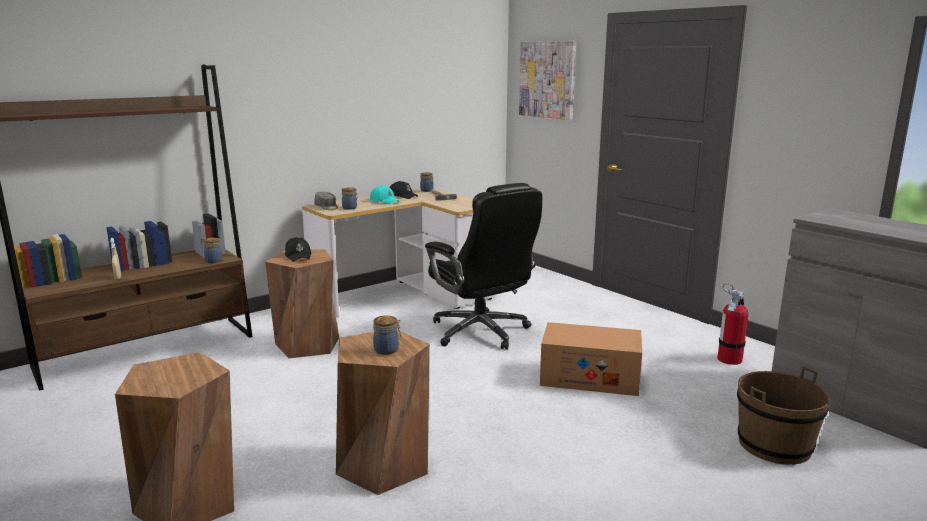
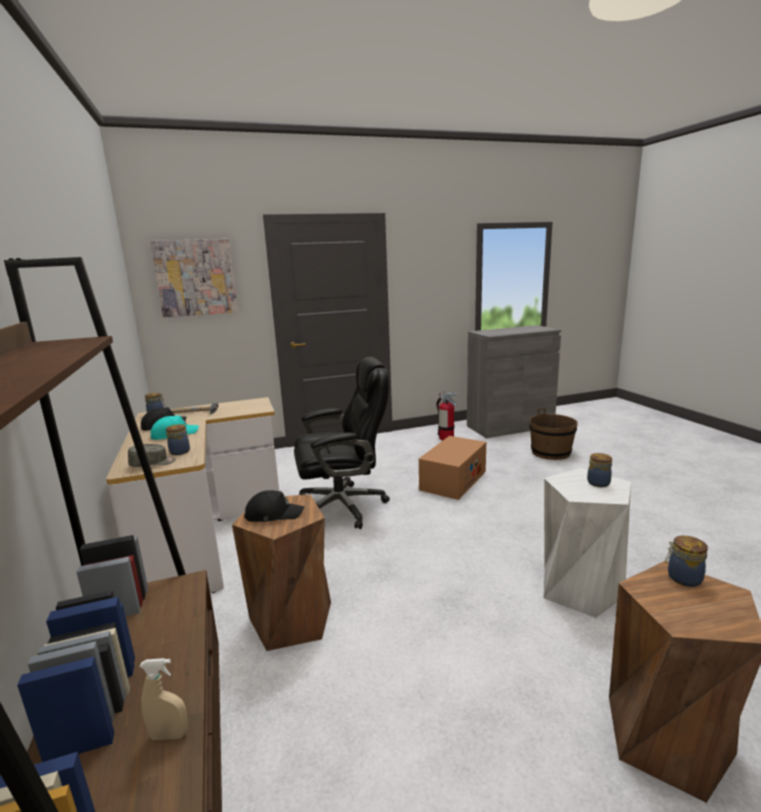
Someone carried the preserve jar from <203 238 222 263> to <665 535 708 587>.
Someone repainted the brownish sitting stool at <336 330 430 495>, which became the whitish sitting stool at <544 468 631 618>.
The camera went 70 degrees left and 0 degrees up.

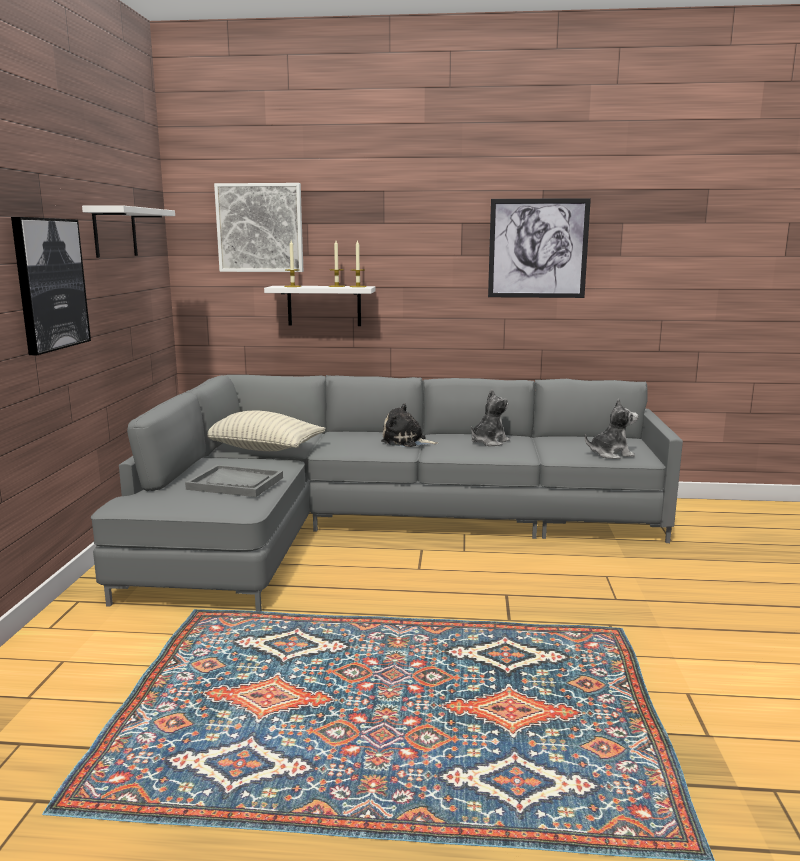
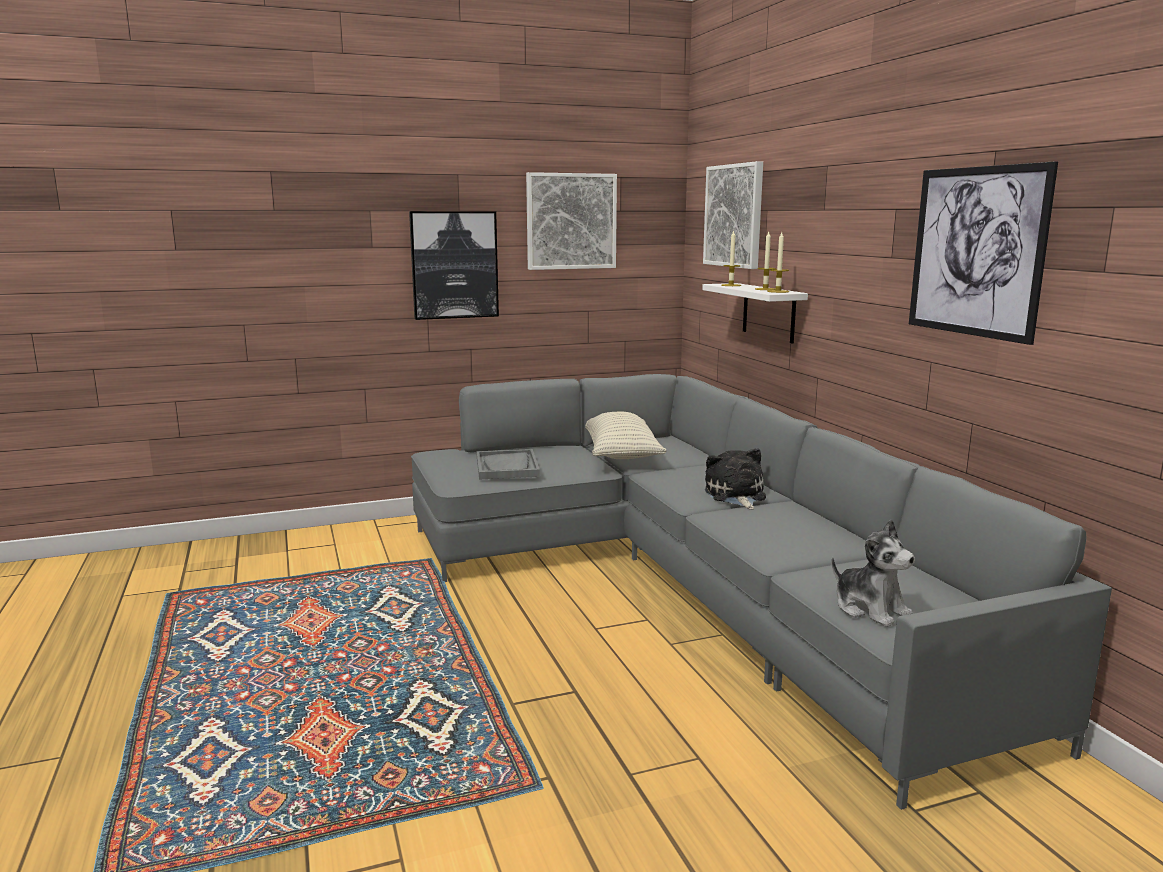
Someone swapped the whitish wall shelf at <82 205 175 258> for the wall picture at <526 172 617 270>.
Someone took away the plush toy at <471 389 510 446>.
The camera went 65 degrees right and 0 degrees up.

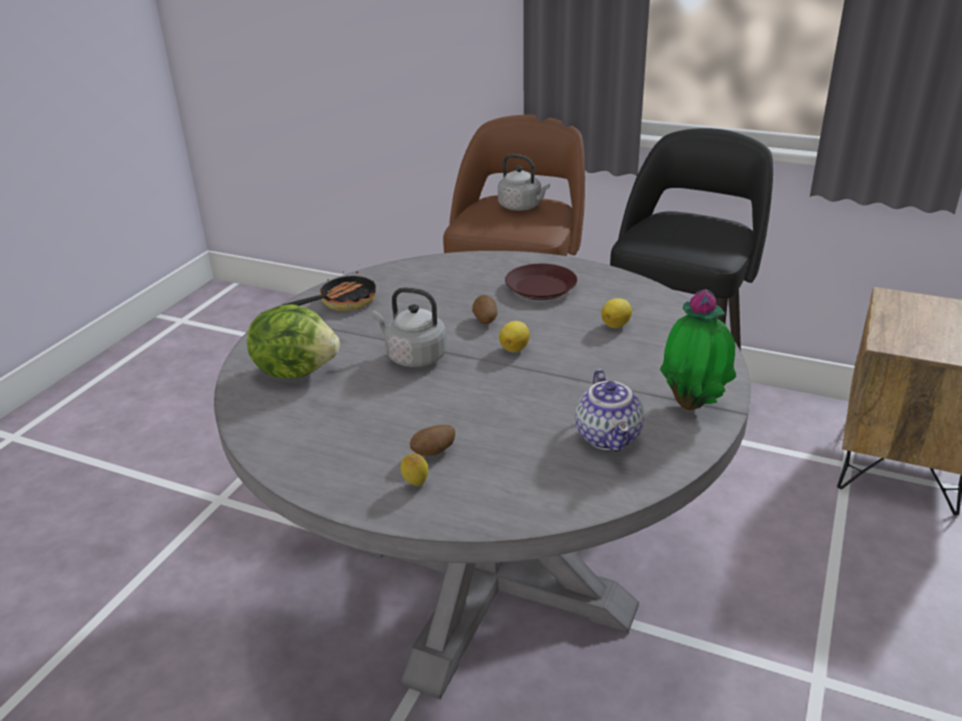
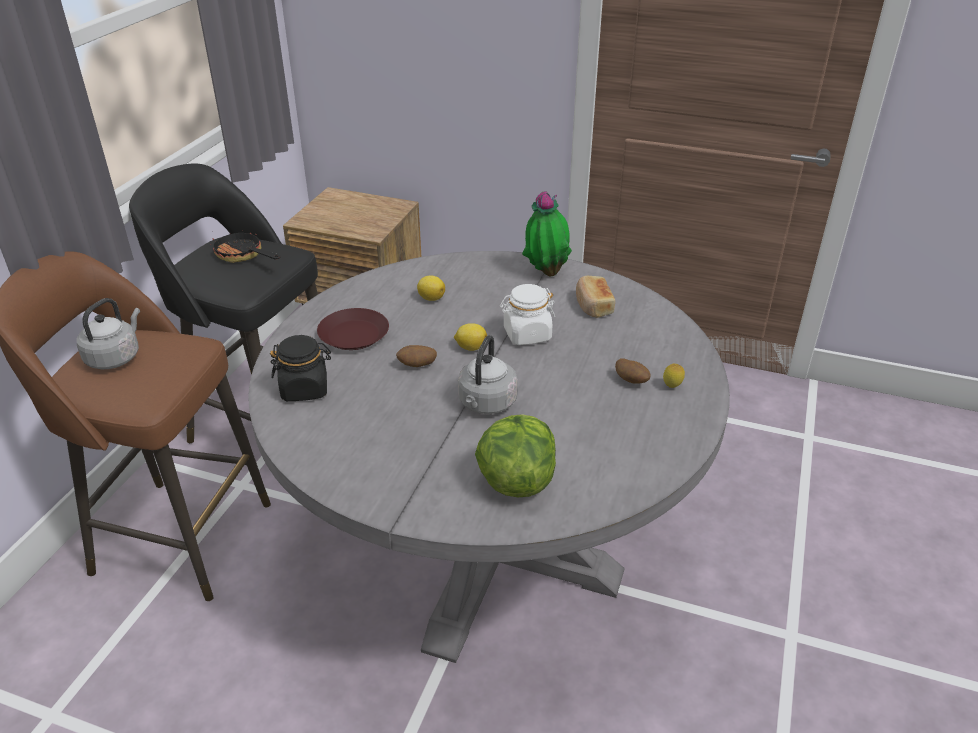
Someone carried the pan from <281 271 376 311> to <210 228 280 263>.
Someone swapped the tea pot at <575 369 644 452> for the baked bread at <576 276 615 318>.
Someone put down the black preserve jar at <270 335 331 401>.
Someone put down the whitish preserve jar at <500 284 555 345>.
The camera went 95 degrees left and 5 degrees up.

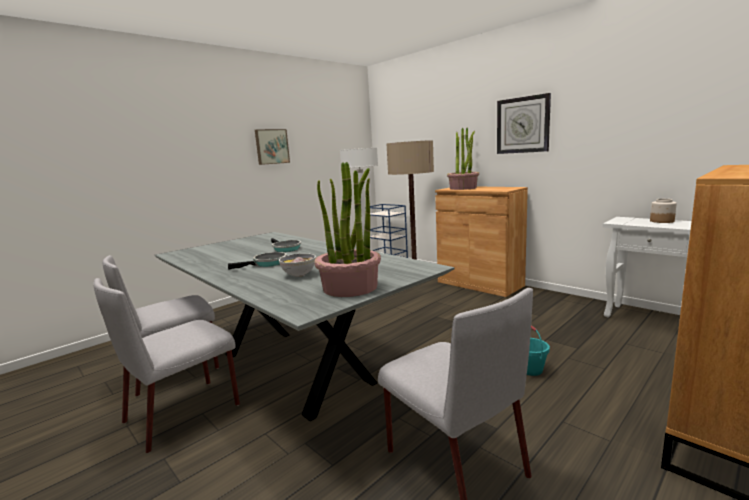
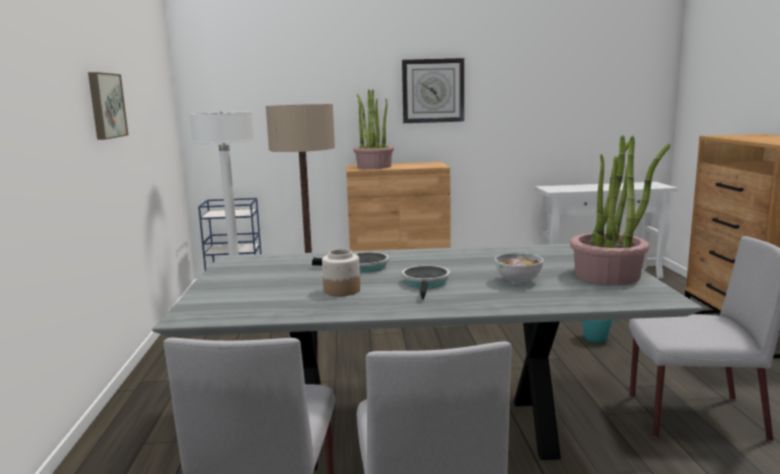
Someone carried the preserve jar from <650 199 677 223> to <322 249 360 296>.
The camera went 50 degrees left and 0 degrees up.

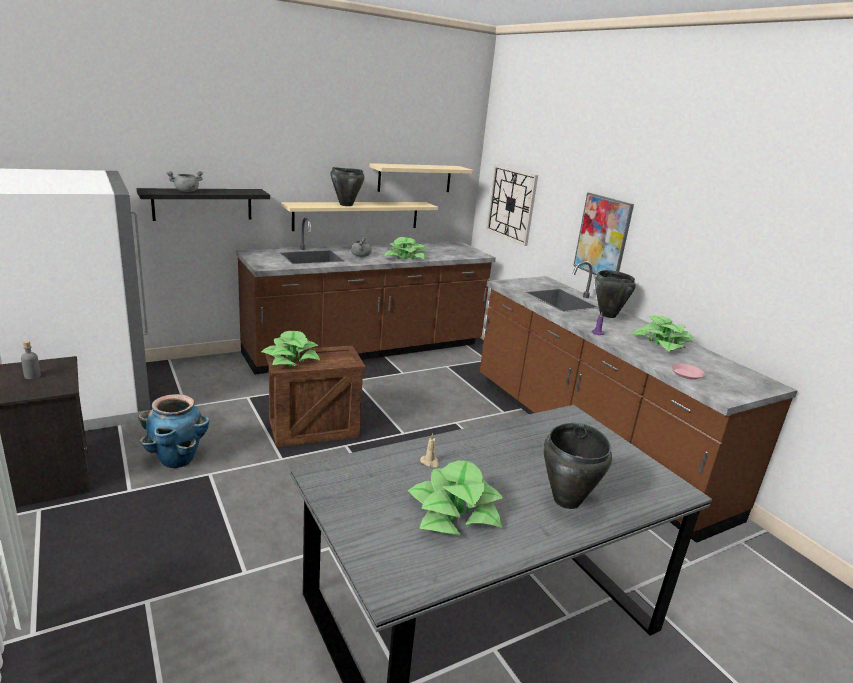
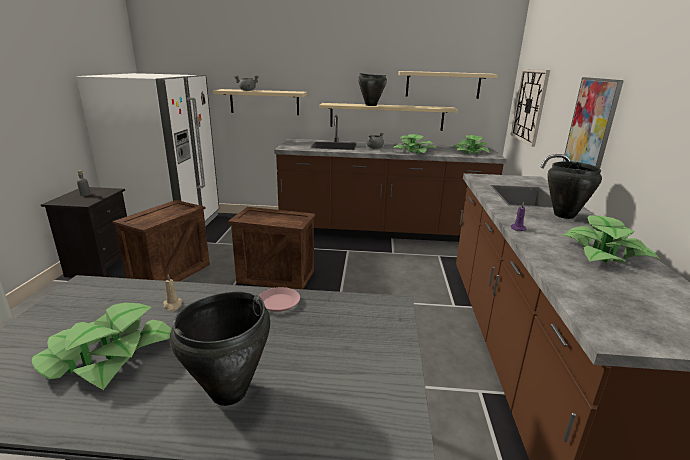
Someone repainted the black wall shelf at <137 188 270 221>, which became the sand-coloured wall shelf at <213 89 307 115>.
Someone swapped the planter at <138 394 209 468> for the crate at <112 200 210 282>.
Someone carried the plant in a pot from <261 331 320 367> to <451 135 490 155>.
Someone carried the pinkish plate from <671 363 705 380> to <259 287 300 312>.
The camera went 35 degrees right and 0 degrees up.

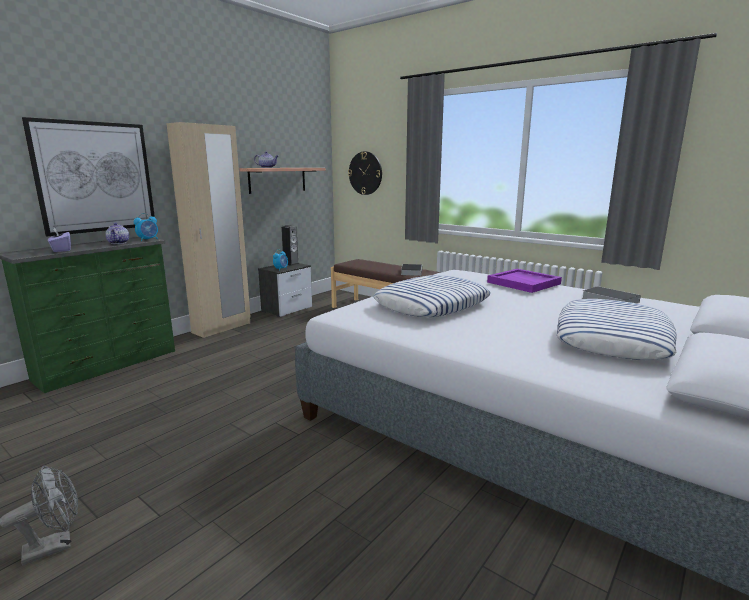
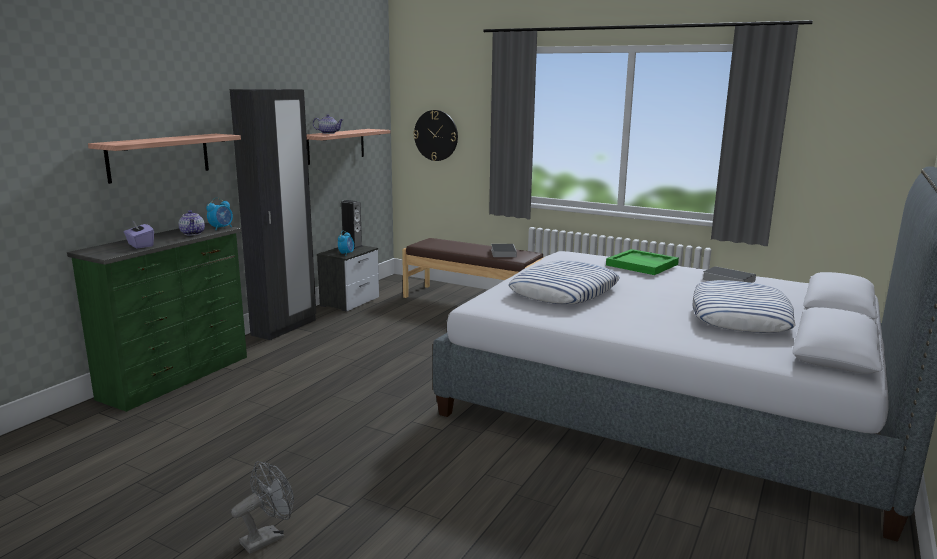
Someone swapped the wall picture at <22 117 155 236> for the wall shelf at <88 134 241 184>.
Someone repainted the sand-coloured armoire at <166 122 251 338>, which became the black armoire at <230 89 316 341>.
Someone repainted the purple-coloured serving tray at <487 269 562 293>, which became the green-coloured serving tray at <606 249 679 275>.
The camera went 10 degrees left and 0 degrees up.

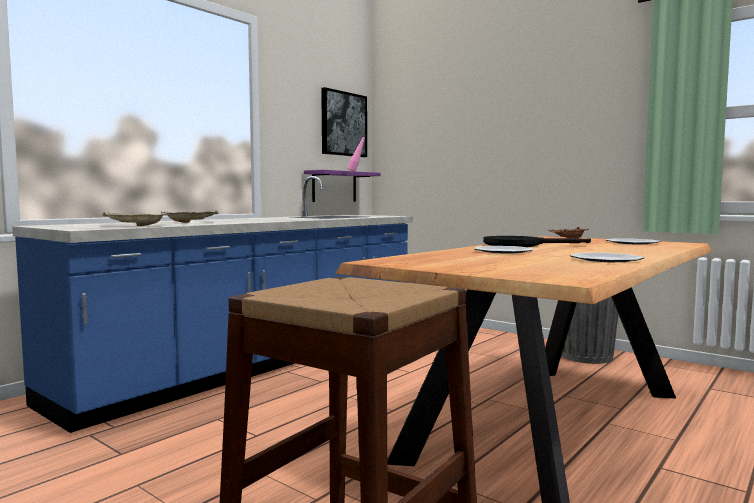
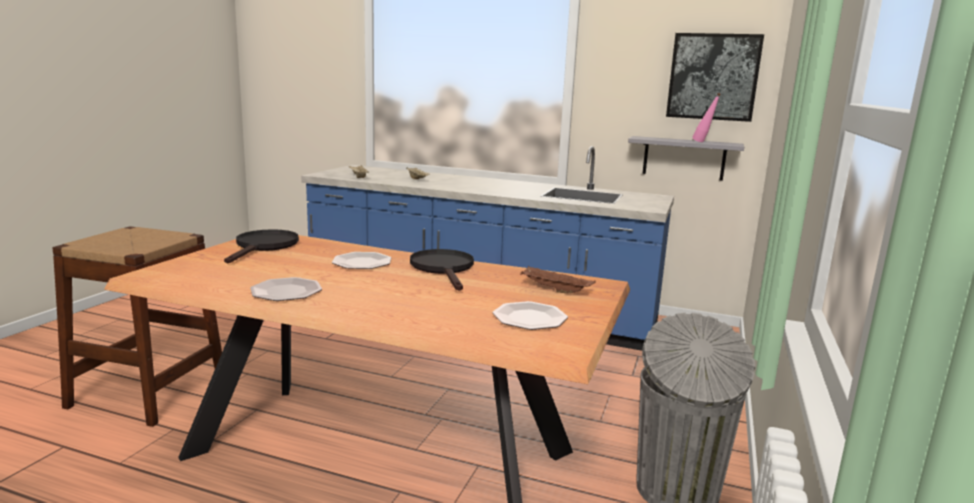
Someone repainted the purple-coloured wall shelf at <304 170 381 202>, which became the grey wall shelf at <628 136 744 181>.
Someone put down the black pan at <224 229 299 263>.
The camera went 70 degrees right and 10 degrees up.

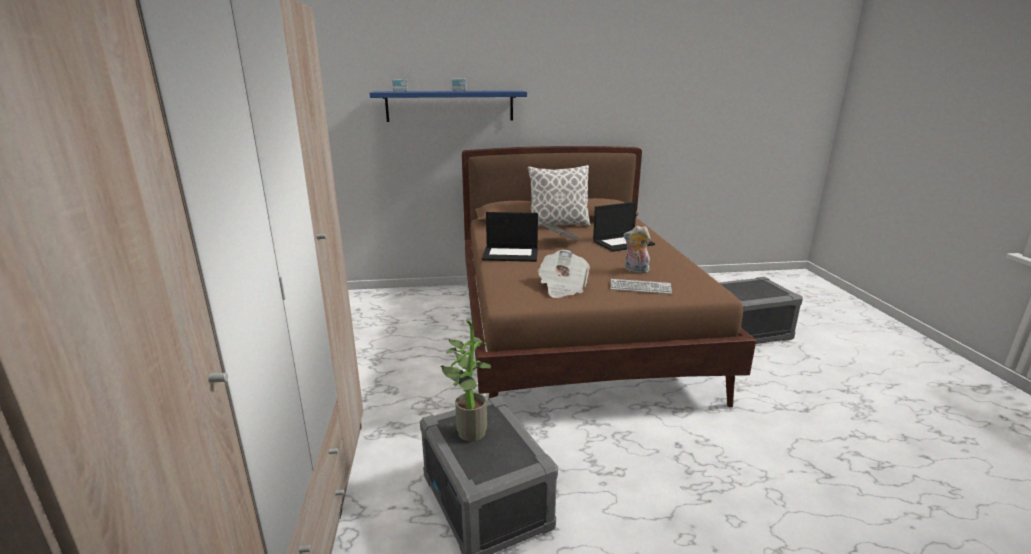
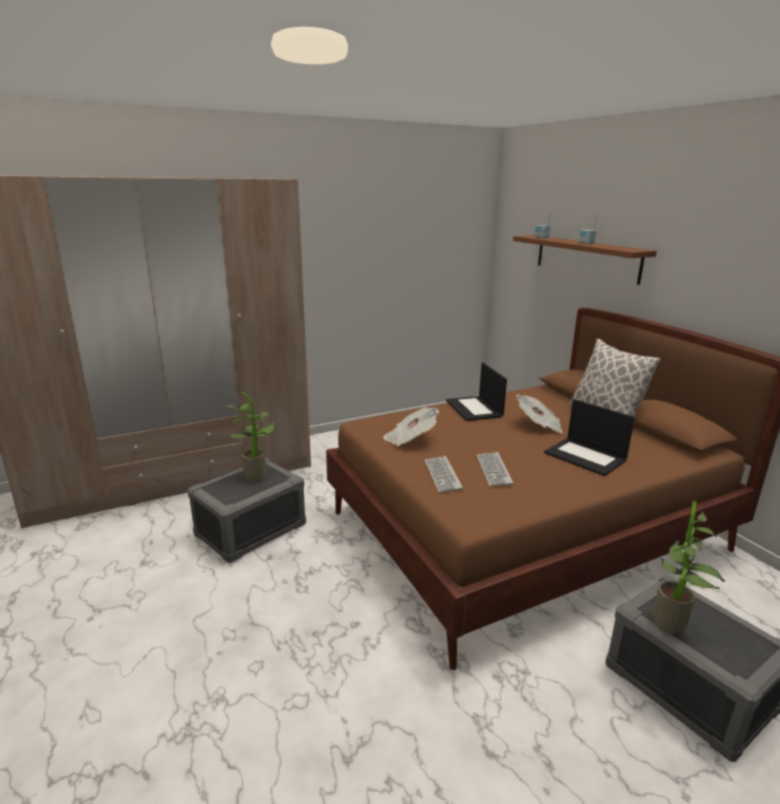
Someone repainted the blue-coloured wall shelf at <370 91 527 122>, which became the brownish wall shelf at <513 235 657 285>.
Someone swapped the plush toy at <623 226 651 273> for the PC keyboard at <477 452 514 487>.
Someone put down the plant in a pot at <652 501 725 634>.
The camera went 70 degrees right and 0 degrees up.

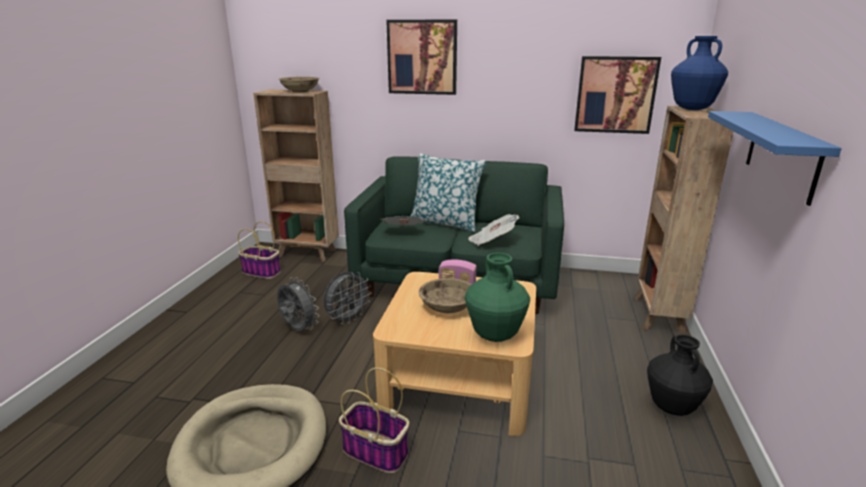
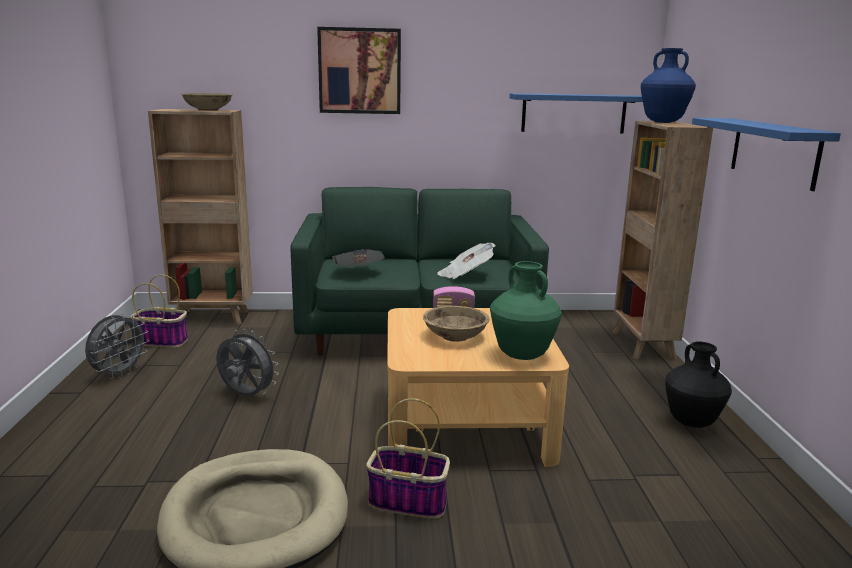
Someone carried the grey electric fan from <324 272 371 324> to <85 314 149 379>.
Someone took away the pillow at <411 153 487 232>.
Someone swapped the wall picture at <574 56 661 134> for the blue-coloured wall shelf at <509 93 643 133>.
The camera went 15 degrees left and 5 degrees down.

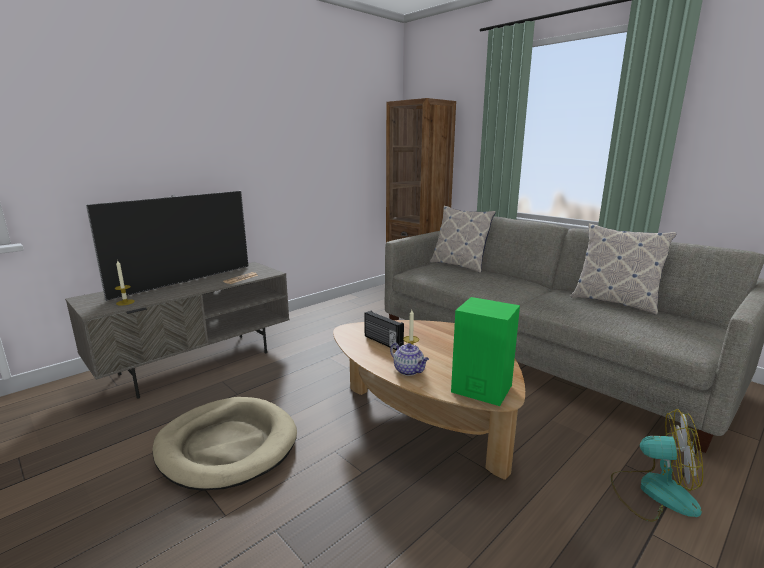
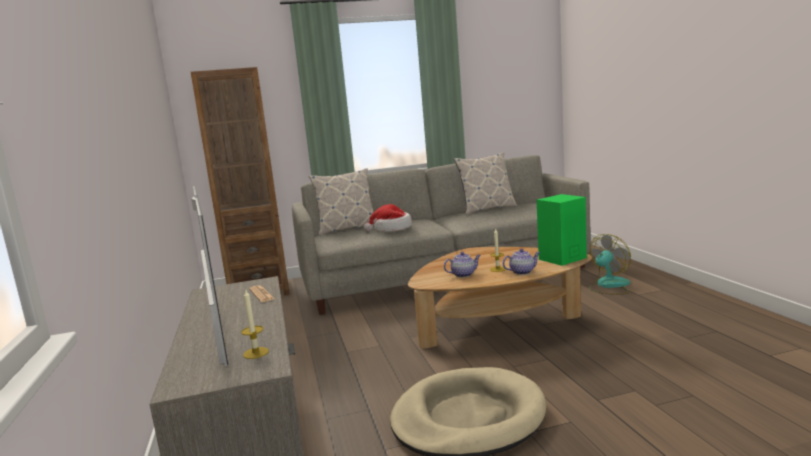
Someone swapped the radio at <364 311 404 351> for the tea pot at <444 252 481 277>.
Someone put down the wearable hat at <364 204 412 232>.
The camera went 60 degrees left and 5 degrees down.

